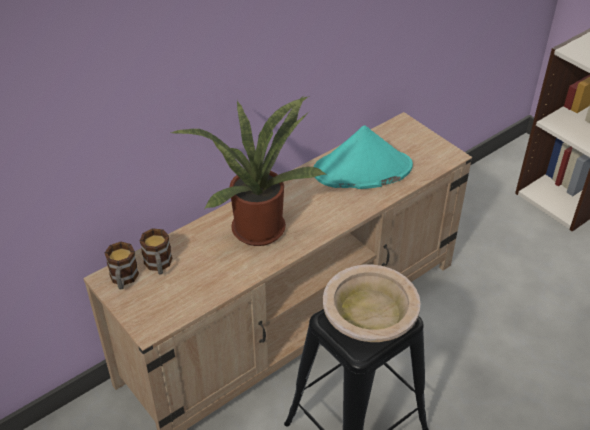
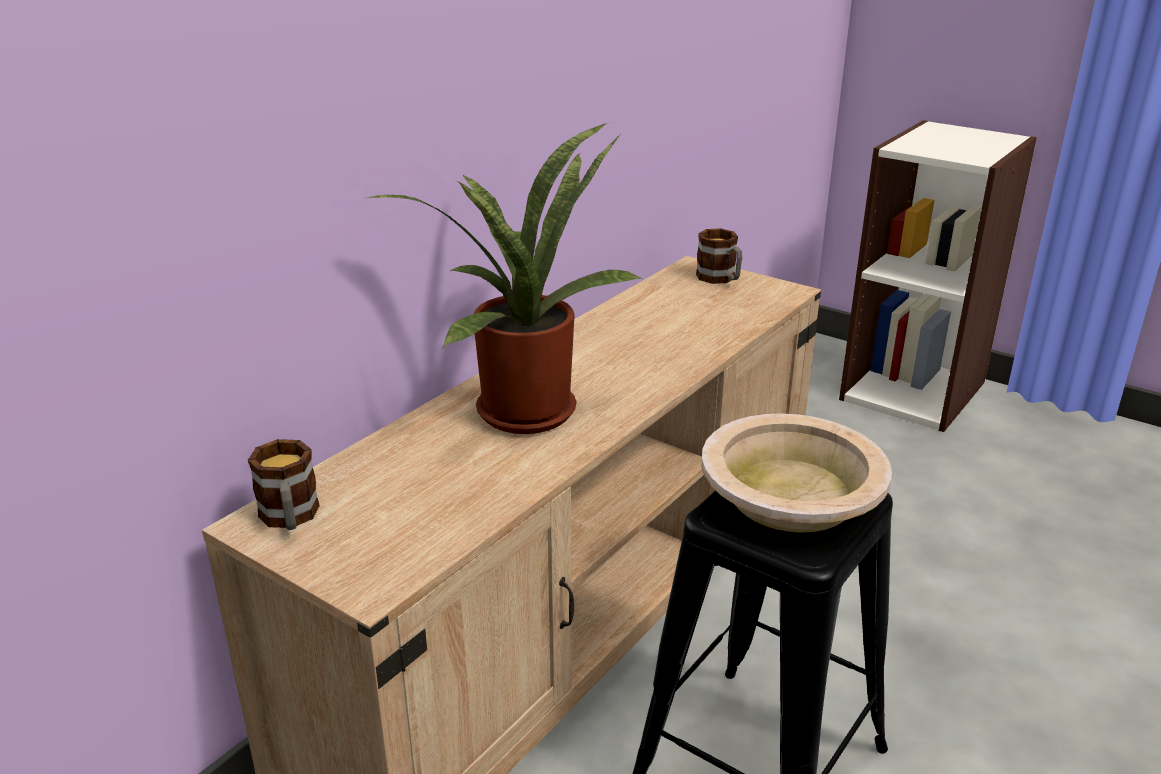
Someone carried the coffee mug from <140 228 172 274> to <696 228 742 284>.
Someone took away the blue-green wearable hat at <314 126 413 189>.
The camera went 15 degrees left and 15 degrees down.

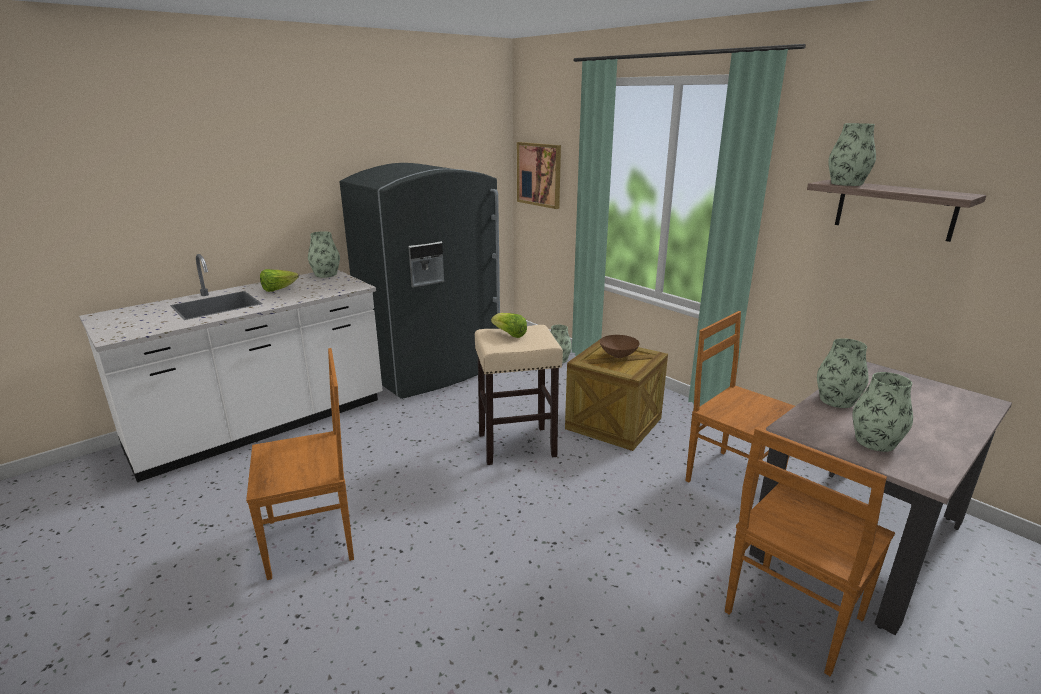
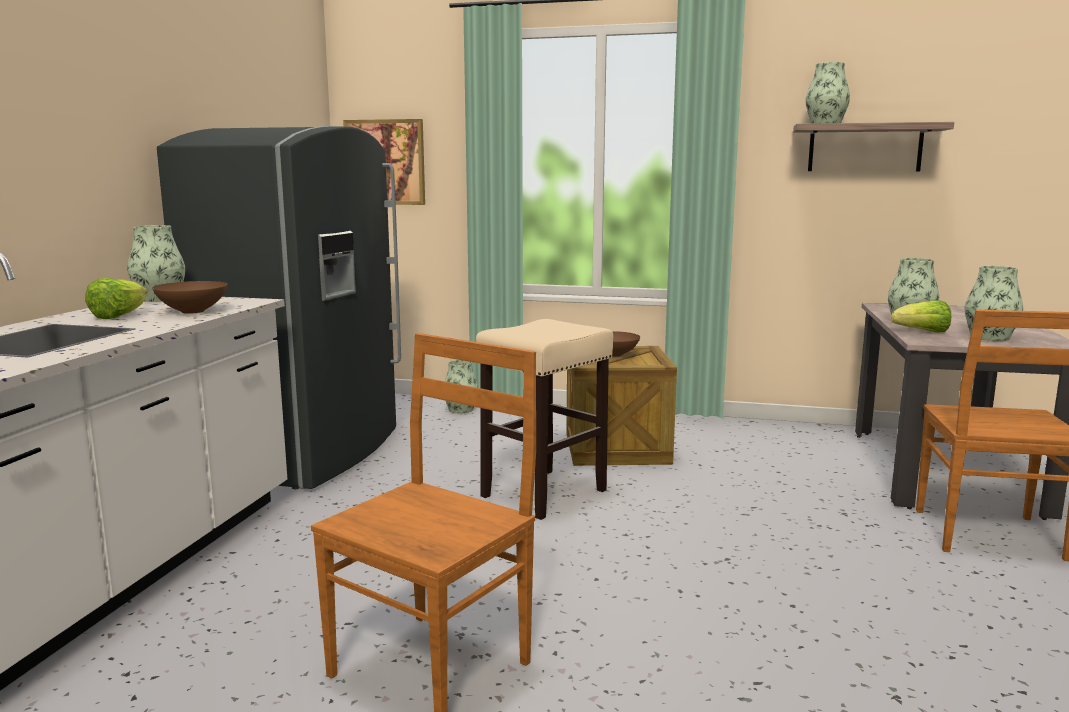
Someone carried the lettuce head from <491 313 527 338> to <891 300 951 333>.
Someone took away the brownish upright chair at <686 311 795 510>.
Someone put down the brownish bowl at <152 281 228 314>.
The camera went 35 degrees left and 10 degrees down.

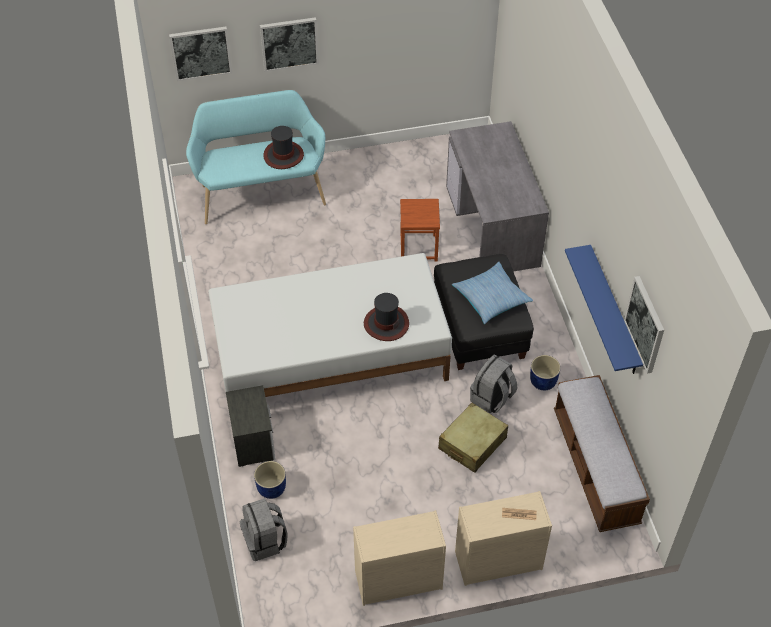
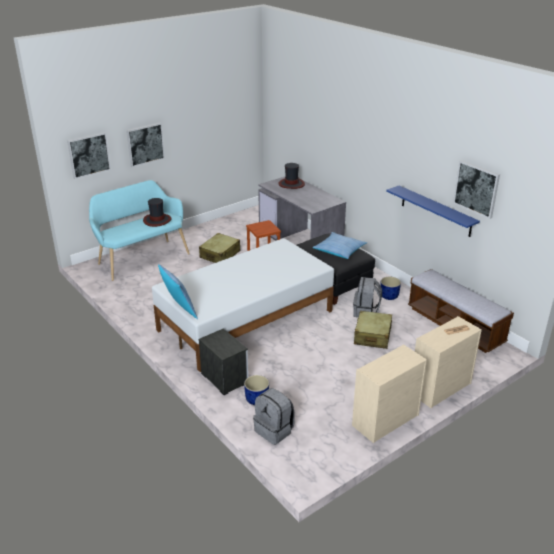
Someone carried the wearable hat from <364 293 409 341> to <278 163 305 189>.
Someone put down the pillow at <158 264 198 319>.
Someone put down the sand-coloured suitcase at <199 233 240 263>.
The camera went 25 degrees left and 20 degrees down.

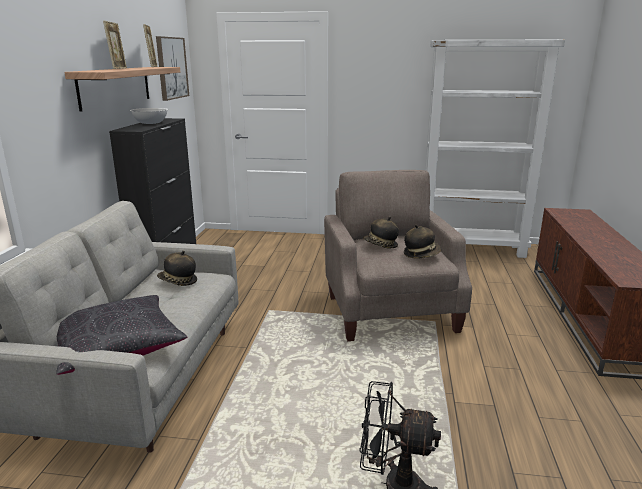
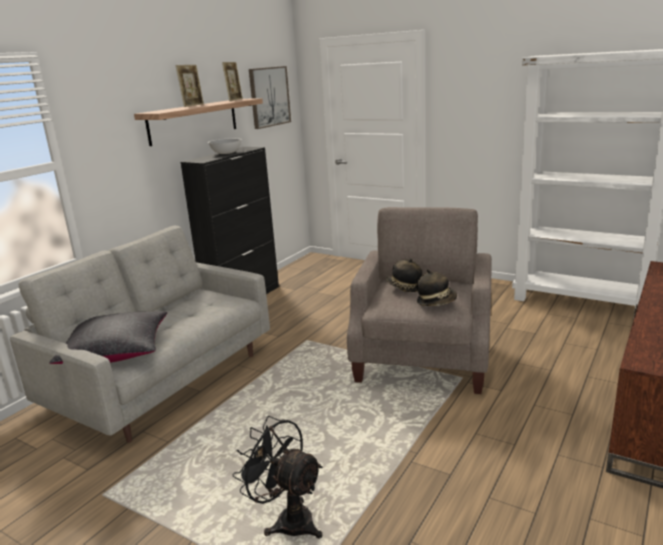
Someone took away the wearable hat at <157 251 197 286>.
The camera went 25 degrees right and 0 degrees up.

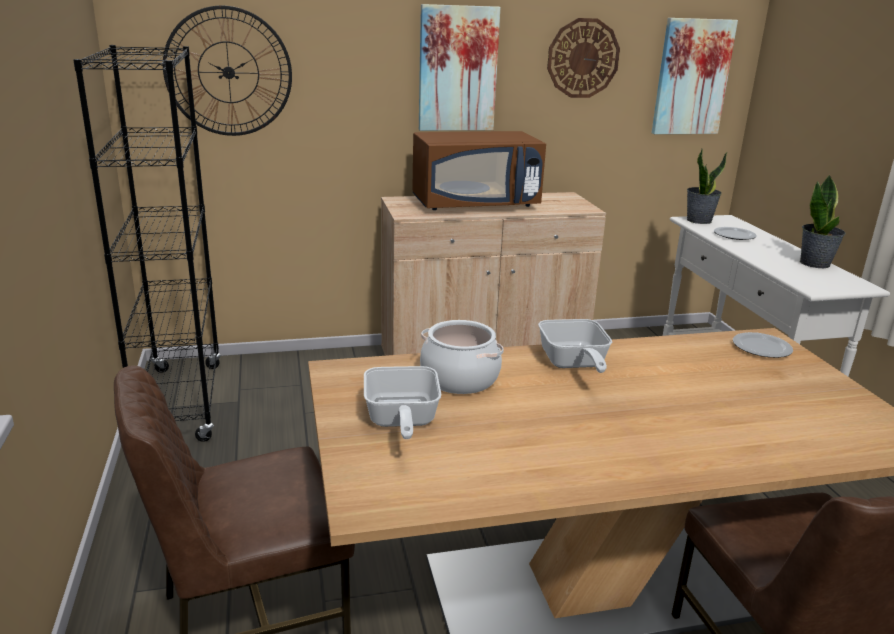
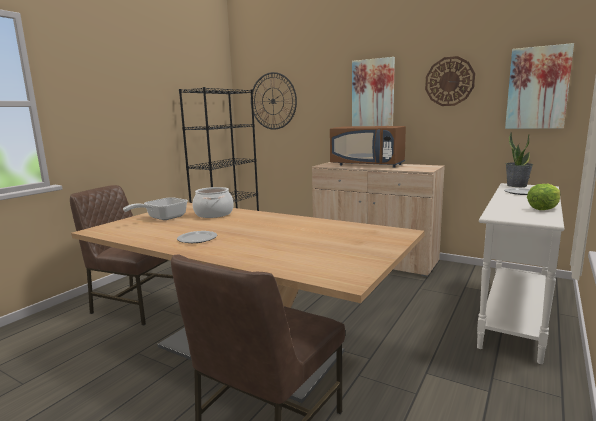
Someone took away the pan at <538 319 612 373>.
Someone carried the plate from <733 332 793 358> to <177 231 217 243>.
Someone swapped the plant in a pot at <800 175 846 268> for the lettuce head at <527 184 561 210>.
The camera went 45 degrees right and 10 degrees down.

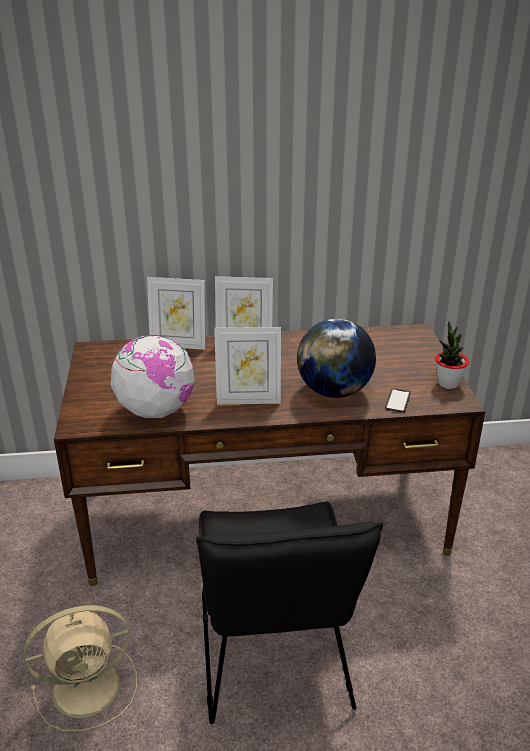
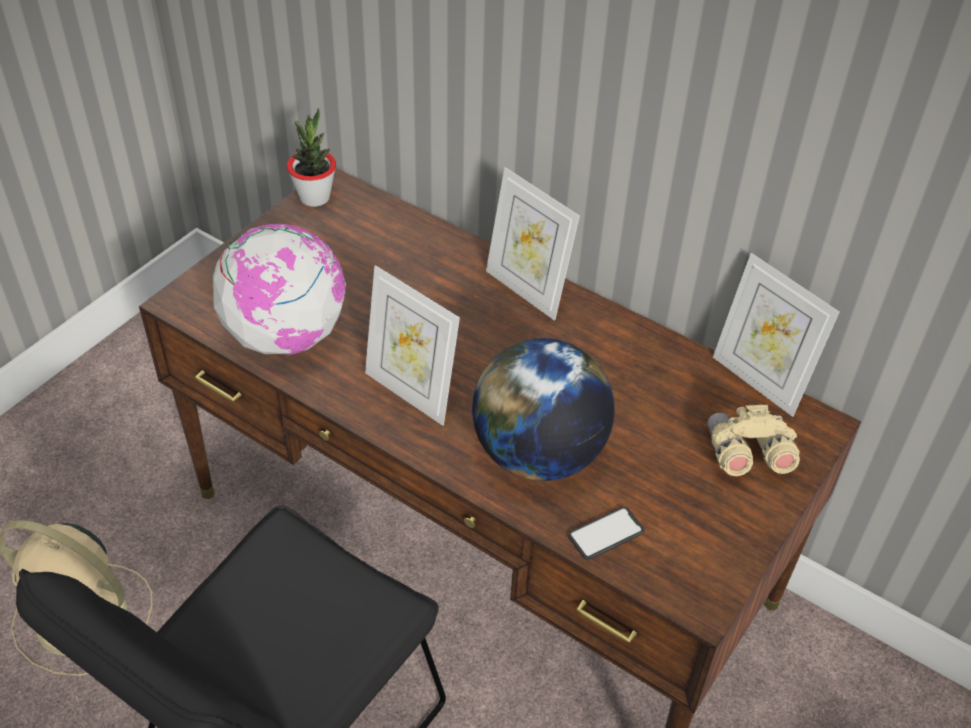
Someone carried the standing frame from <147 277 205 350> to <713 253 839 417>.
Someone carried the plant in a pot from <435 321 469 389> to <287 108 336 207>.
Someone put down the sand-coloured field glasses at <707 405 800 476>.
The camera went 40 degrees right and 15 degrees up.

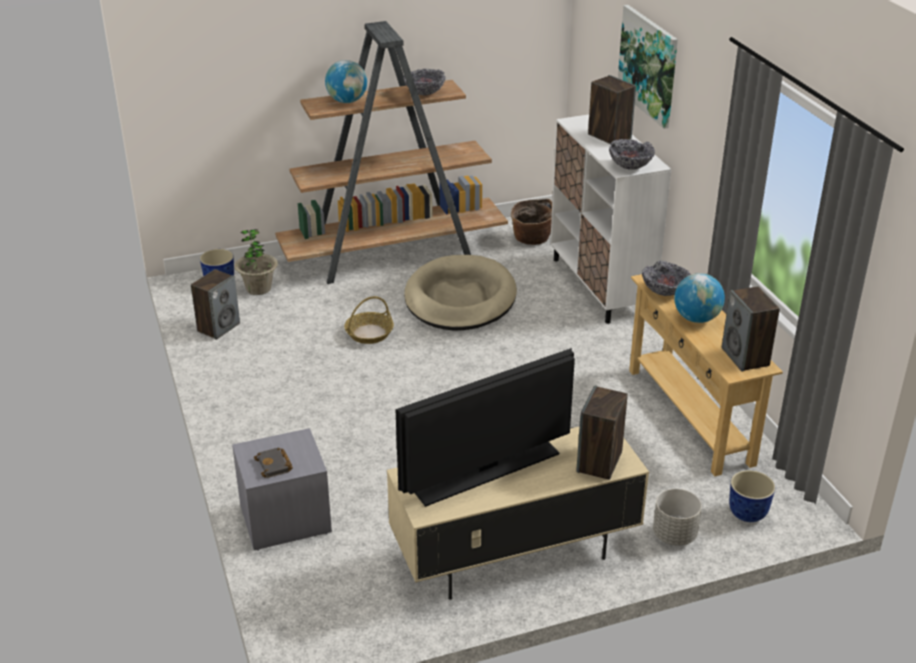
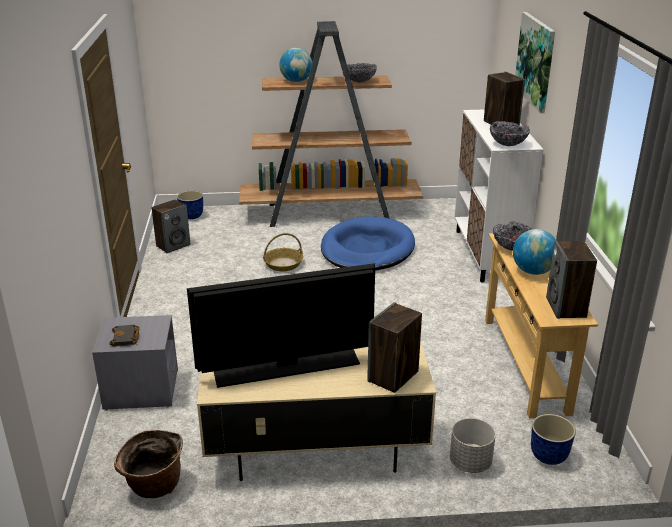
Someone took away the plant in a pot at <234 229 278 295>.
Someone repainted the sand-coloured dog cushion at <404 255 517 331>, which became the blue-coloured dog cushion at <321 216 415 270>.
Someone carried the basket from <511 199 552 245> to <114 430 183 498>.
The camera went 15 degrees right and 5 degrees down.

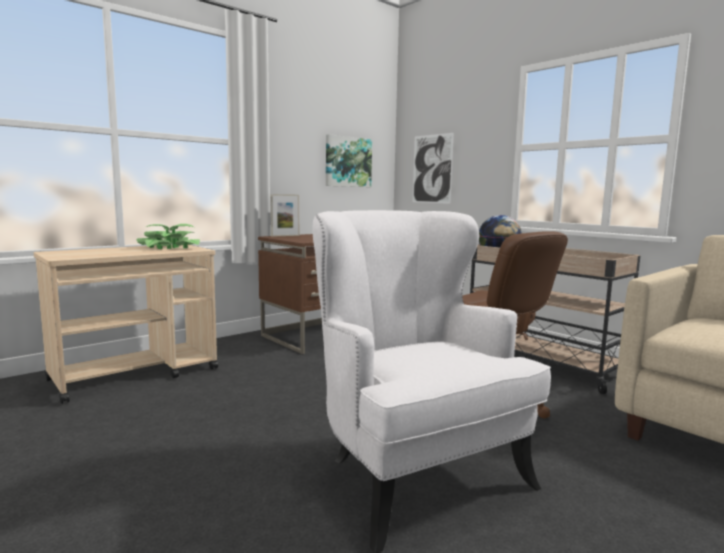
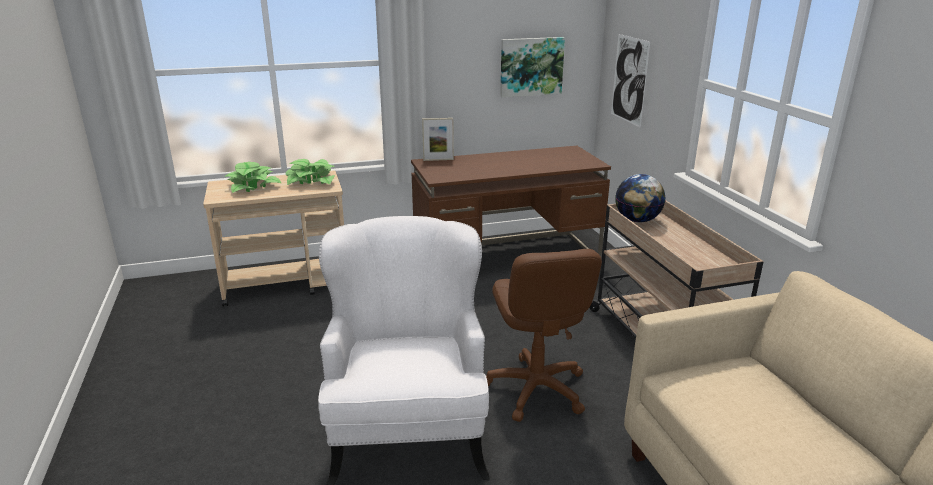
Someone put down the plant in a pot at <224 162 281 193>.
The camera went 25 degrees right and 15 degrees up.

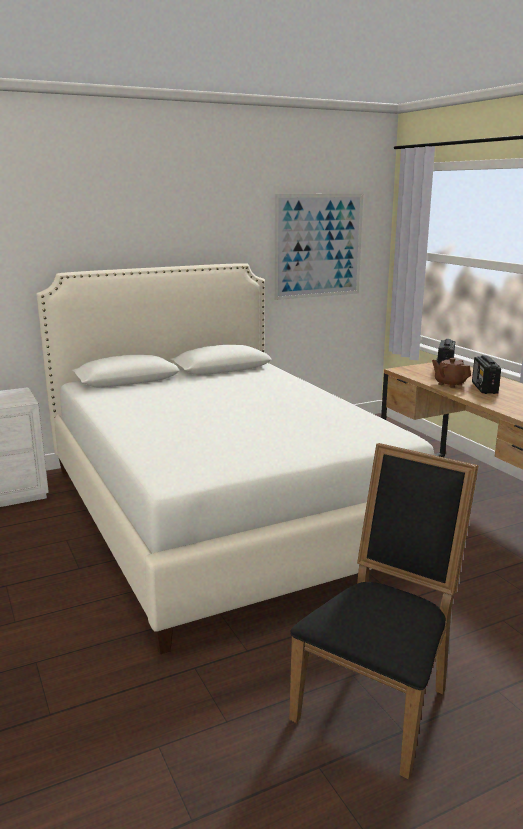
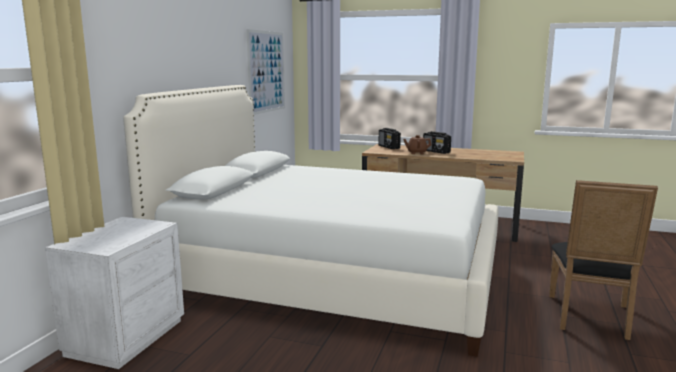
Someone rotated the black upright chair at <289 443 479 780> by 150 degrees counterclockwise.
The camera went 45 degrees left and 5 degrees down.

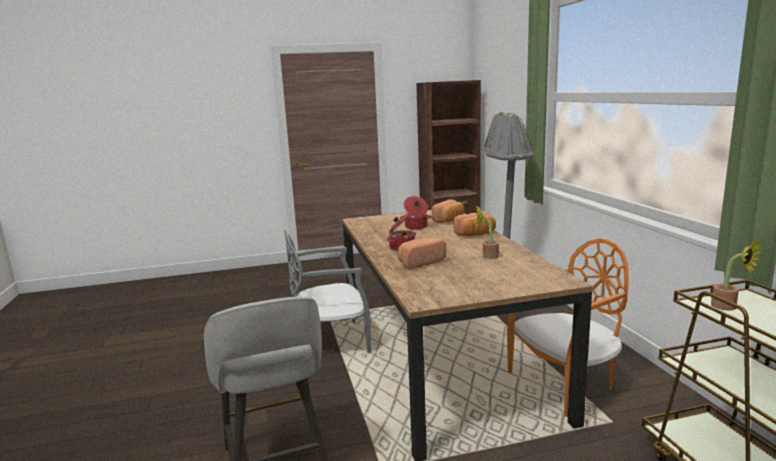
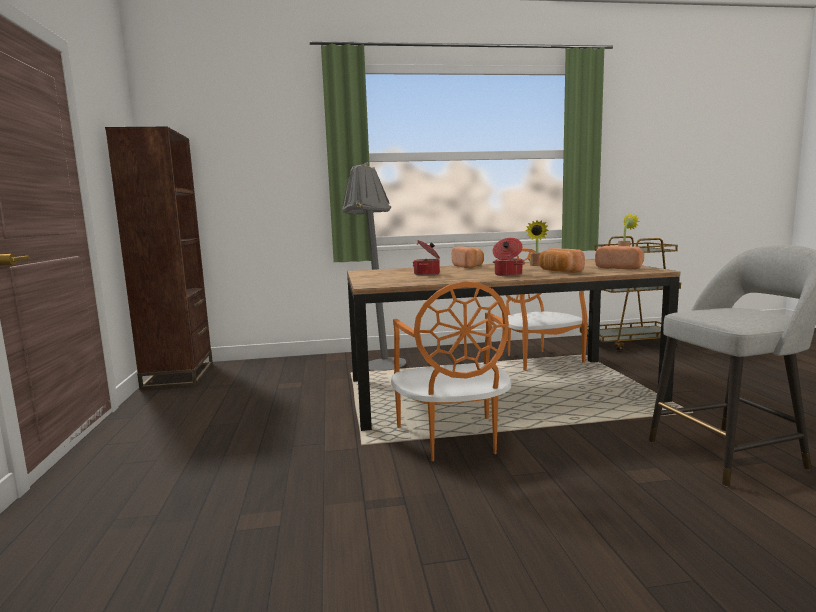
Someone repainted the grey upright chair at <284 230 371 353>, which became the orangey upright chair at <391 281 511 461>.
Someone carried the baked bread from <432 199 464 223> to <595 246 644 270>.
The camera went 85 degrees left and 5 degrees down.

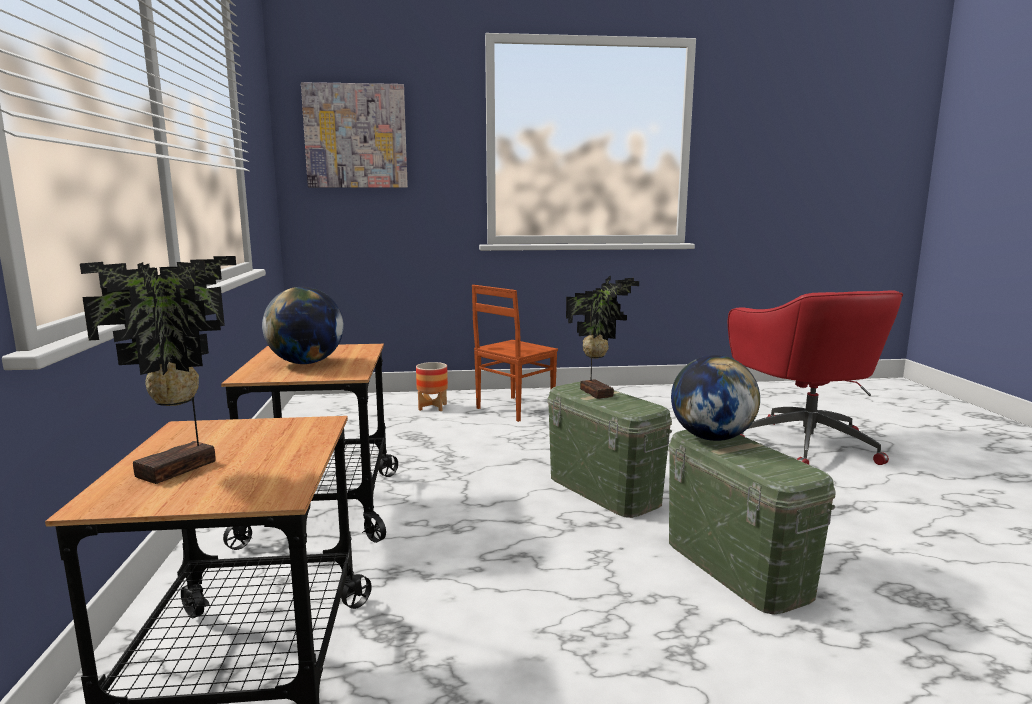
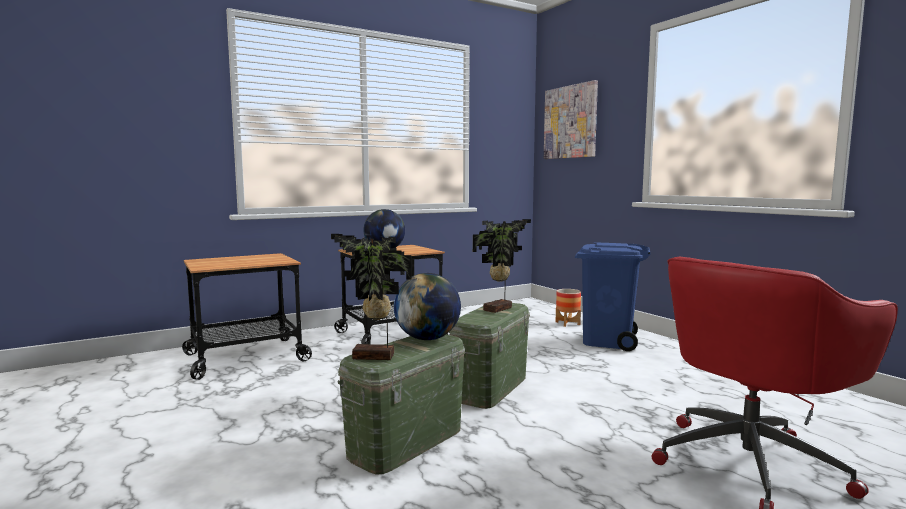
Someone carried the plant in a pot from <80 256 236 484> to <331 234 412 360>.
Someone swapped the brownish upright chair at <472 285 558 422> for the blue-coloured rubbish bin at <575 243 651 351>.
The camera went 65 degrees right and 5 degrees down.

